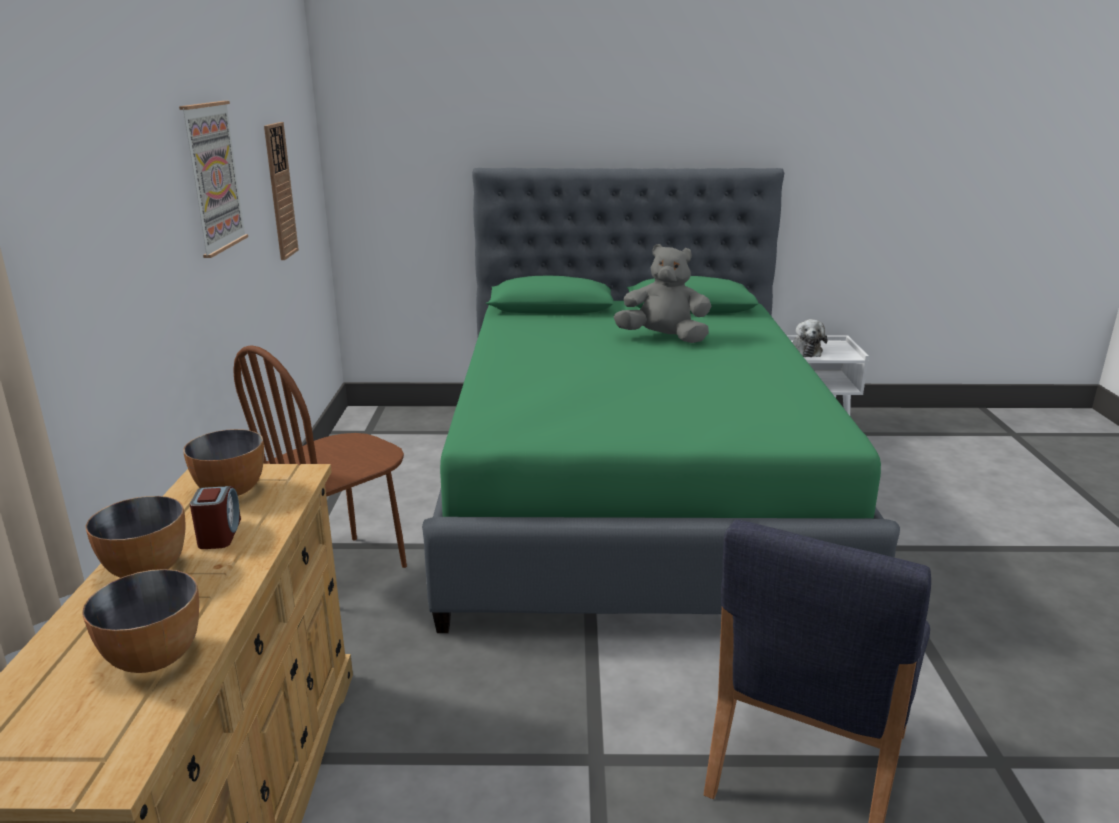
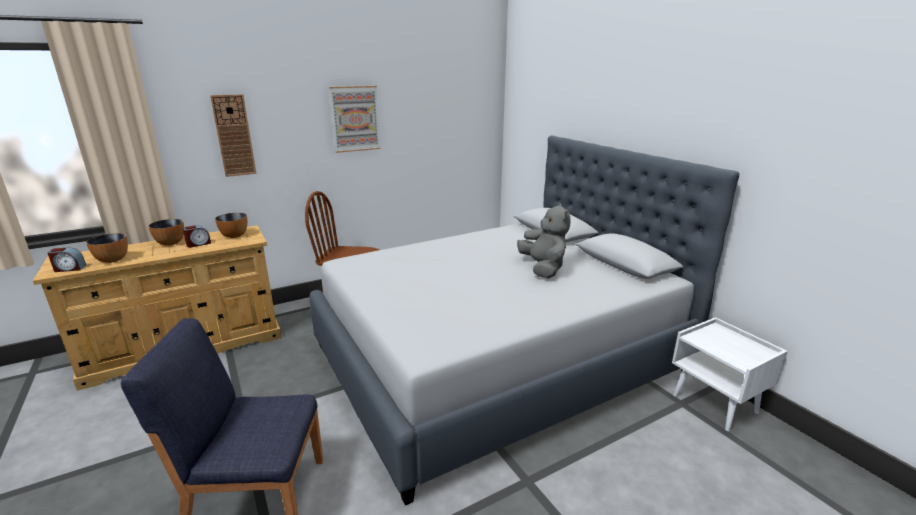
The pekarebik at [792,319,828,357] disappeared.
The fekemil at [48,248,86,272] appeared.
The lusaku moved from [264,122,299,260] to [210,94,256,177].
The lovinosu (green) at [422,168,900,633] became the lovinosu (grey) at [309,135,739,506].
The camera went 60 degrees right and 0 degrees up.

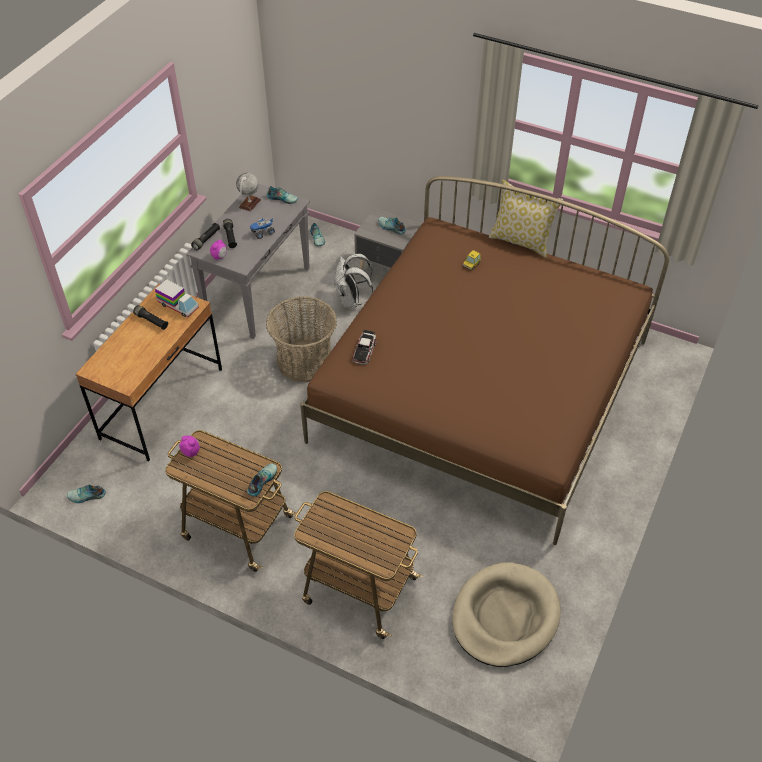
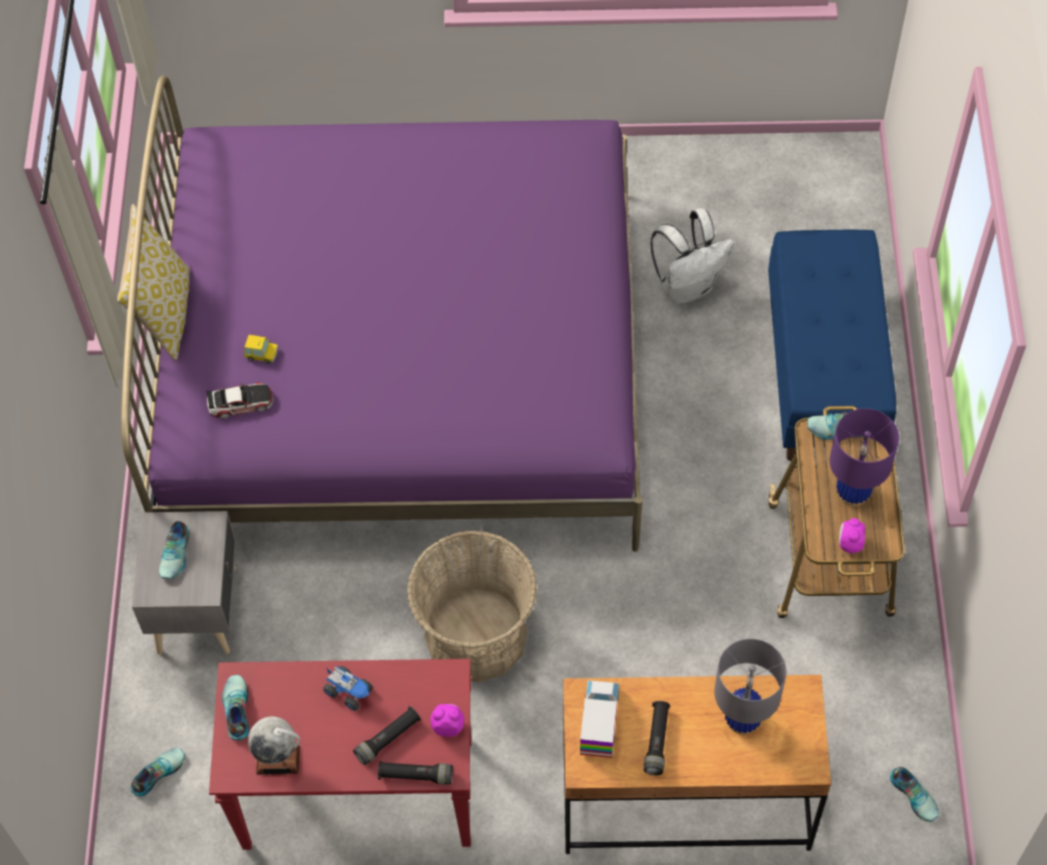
The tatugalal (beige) at [452,562,561,667] disappeared.
The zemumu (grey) at [714,639,786,735] appeared.
The zemumu (purple) at [830,408,899,506] appeared.
The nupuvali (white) moved from [335,254,373,308] to [650,209,734,304].
The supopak moved from [352,330,377,365] to [206,383,273,419].
The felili at [294,491,423,639] was replaced by the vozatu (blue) at [768,229,896,461].
The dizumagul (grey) at [186,184,310,339] became the dizumagul (red) at [209,659,471,850].
The lovinosu (brown) at [300,176,669,545] became the lovinosu (purple) at [121,75,643,552].
The camera went 115 degrees left and 10 degrees up.

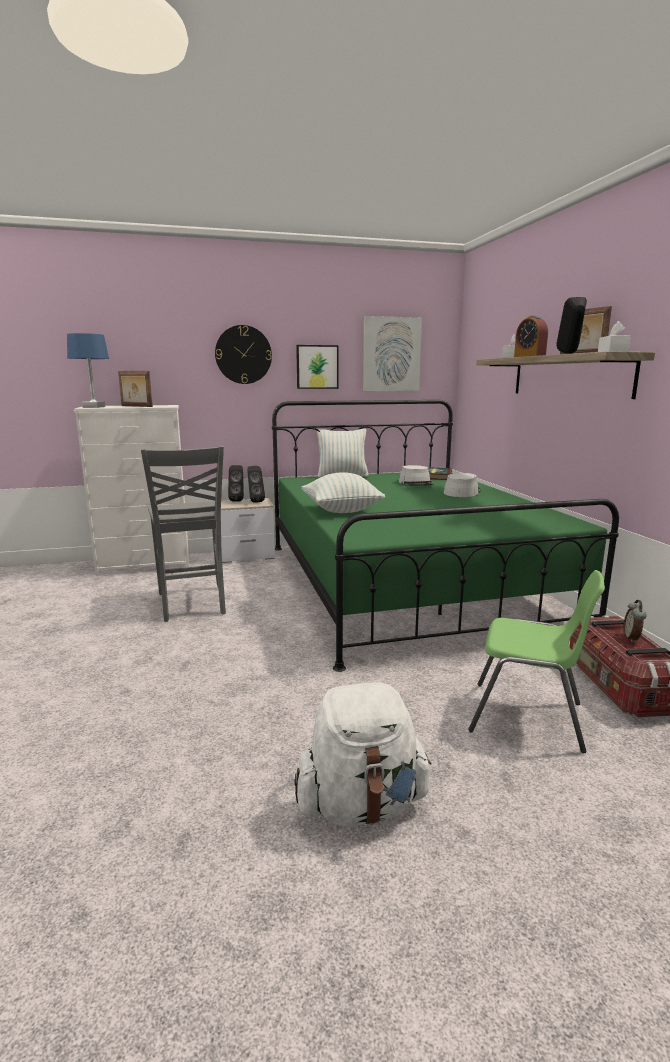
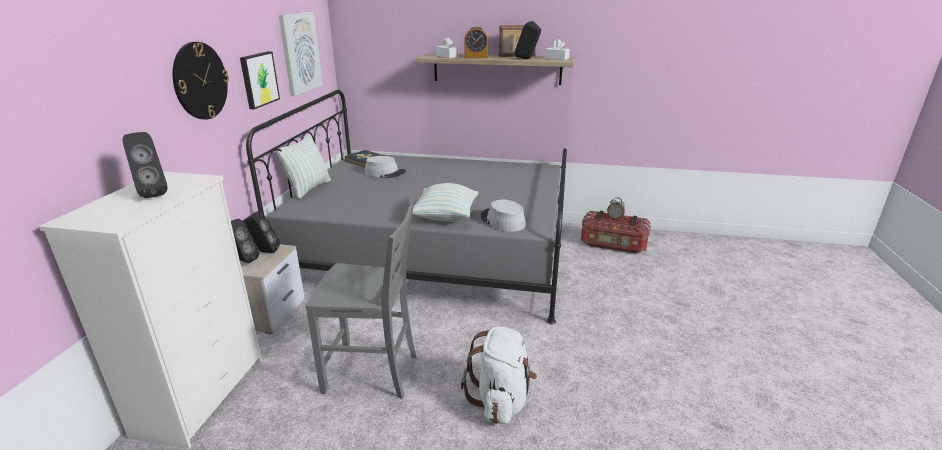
The zemumu (blue) at [67,333,109,408] disappeared.
The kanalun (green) at [468,570,605,753] disappeared.
The nupuvali (white) moved from [294,683,431,826] to [461,327,537,424].
The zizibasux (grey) moved from [444,473,481,497] to [481,199,526,232].
The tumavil at [118,371,153,407] was replaced by the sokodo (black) at [122,132,168,198].
The lovinosu (green) at [272,400,619,672] became the lovinosu (grey) at [246,90,567,324].
The camera went 65 degrees left and 10 degrees up.

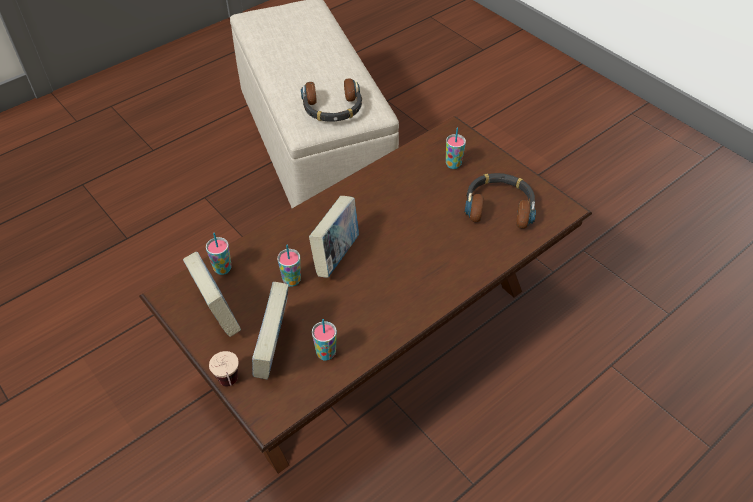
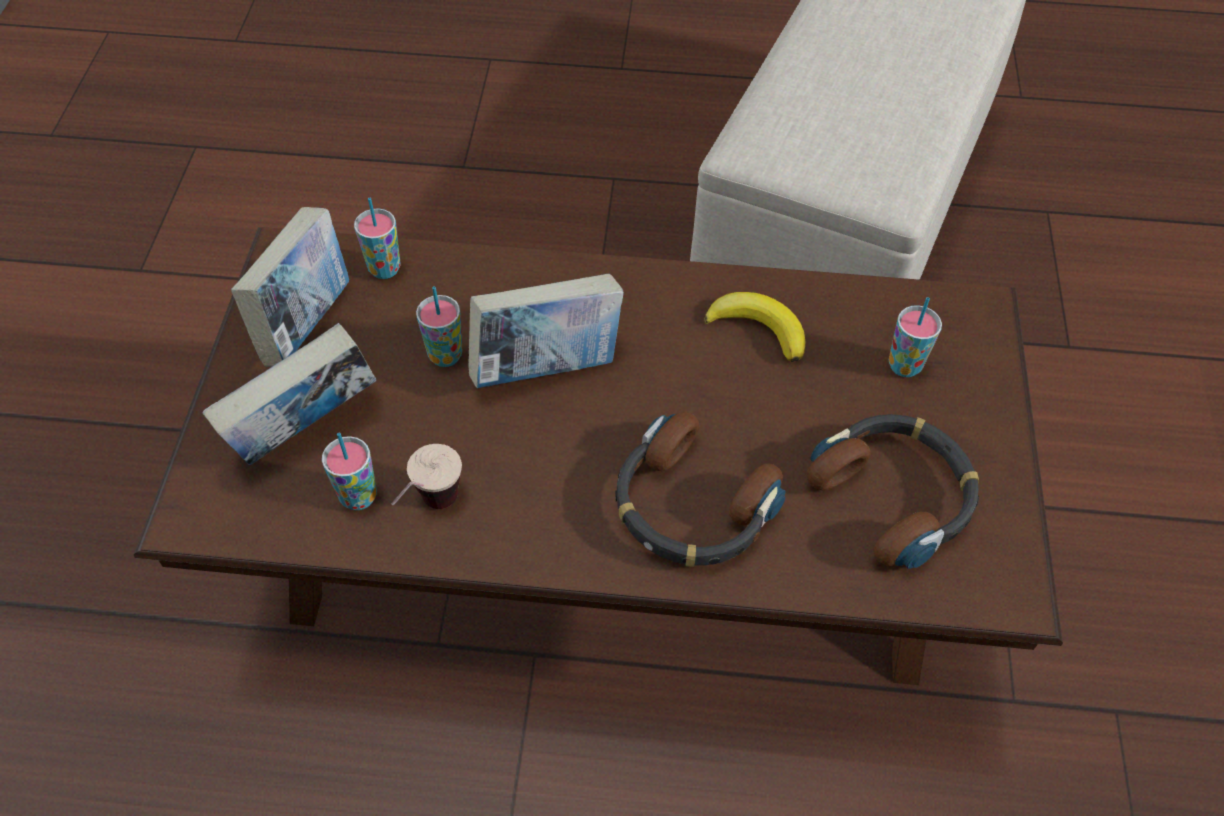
The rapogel at [704,292,805,362] appeared.
The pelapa moved from [209,351,239,386] to [391,444,462,509].
The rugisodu moved from [301,78,362,121] to [615,412,786,567].
The camera went 45 degrees right and 5 degrees up.

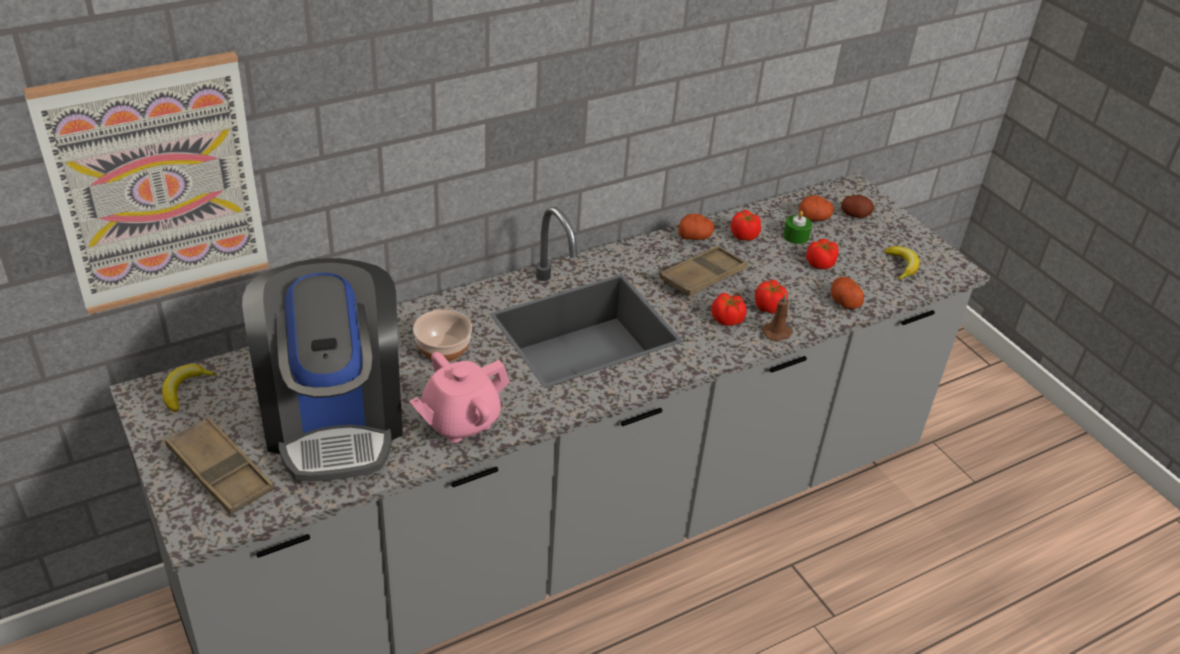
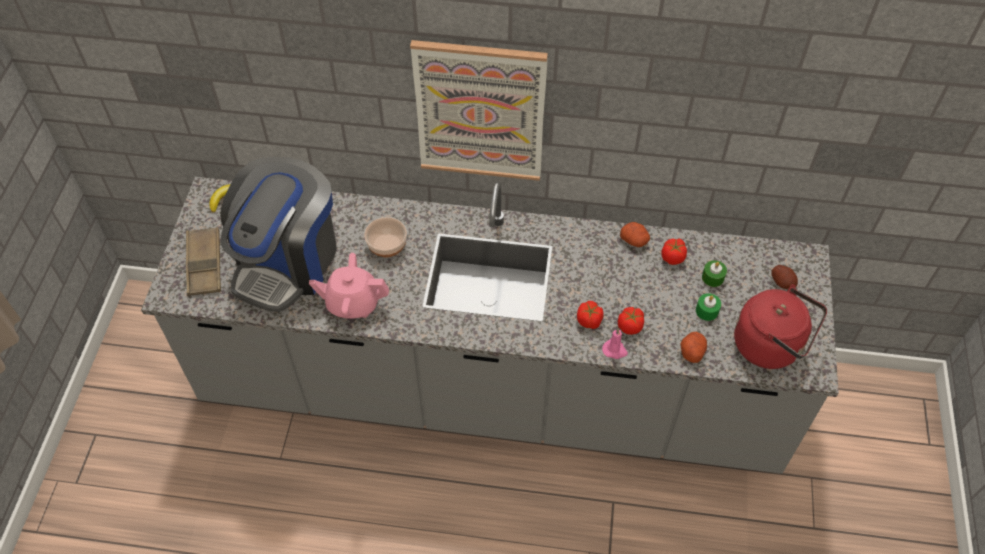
The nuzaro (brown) at [659,245,748,297] disappeared.
The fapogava at [799,195,834,221] disappeared.
The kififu moved from [24,51,269,314] to [410,40,548,181].
The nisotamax at [806,239,839,269] was replaced by the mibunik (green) at [696,293,721,321].
The rapogel at [884,246,919,280] was replaced by the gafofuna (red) at [734,284,827,369].
The mibunik (brown) at [762,293,793,341] became the mibunik (pink) at [602,328,628,359].
The camera went 40 degrees right and 15 degrees up.

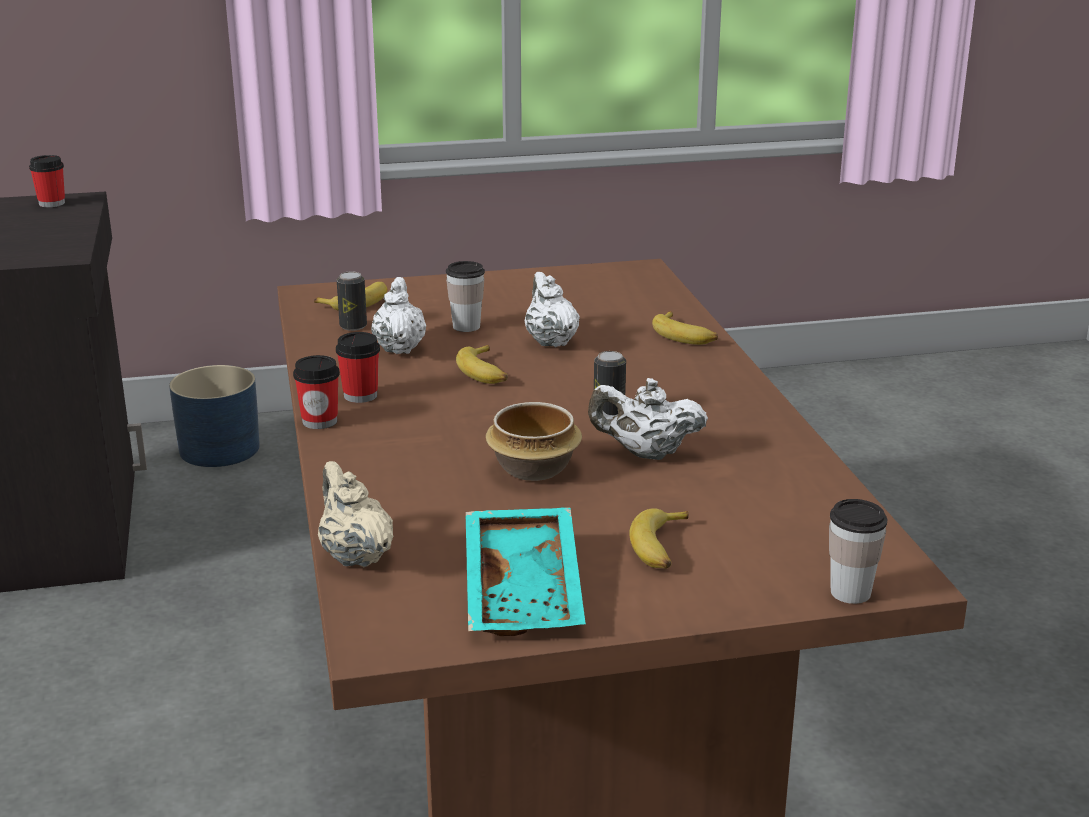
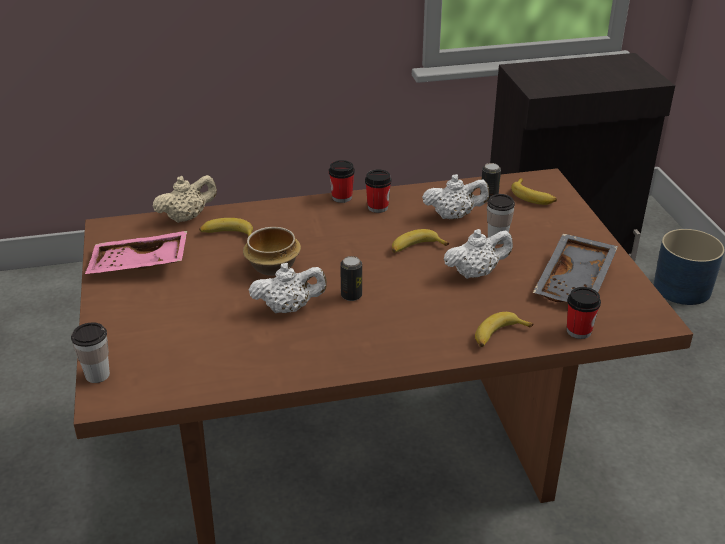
The nuzaro (grey) at [533,234,618,302] appeared.
The pelapa moved from [29,155,65,207] to [567,287,601,339].
The rapogel moved from [629,508,689,568] to [199,218,253,237].
The nuzaro (turquoise) at [465,507,586,636] became the nuzaro (pink) at [85,231,187,274].
The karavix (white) at [588,378,708,460] turned 75 degrees clockwise.
The camera went 90 degrees right and 10 degrees up.

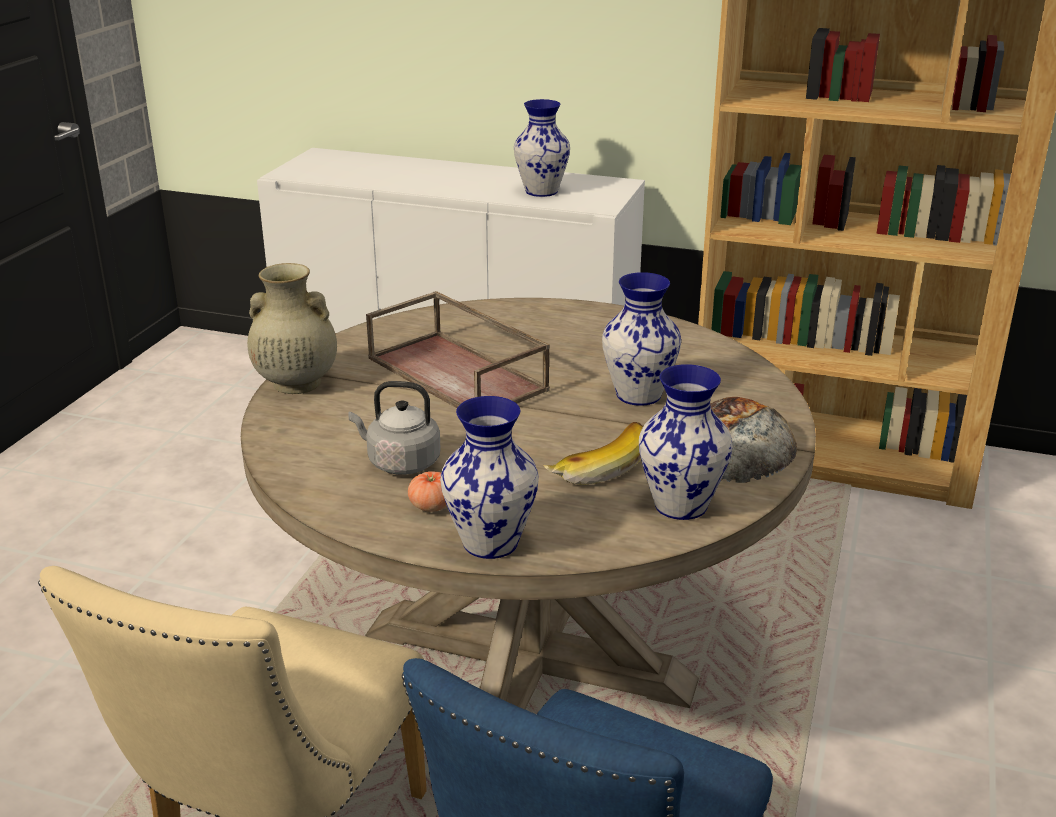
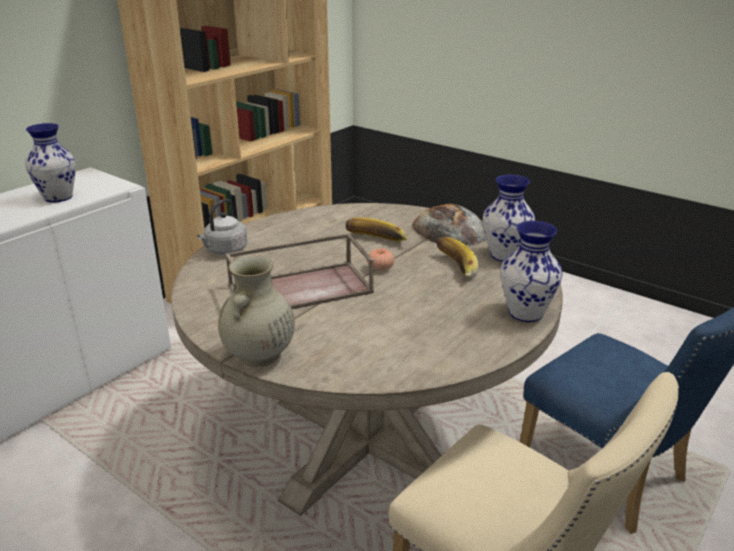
The gafofuna (grey) moved from [348,381,441,475] to [197,199,248,255].
The nisotamax moved from [408,471,447,512] to [367,249,394,271].
The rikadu at [602,272,681,406] was replaced by the rapogel at [346,217,409,241].
The camera went 70 degrees left and 0 degrees up.

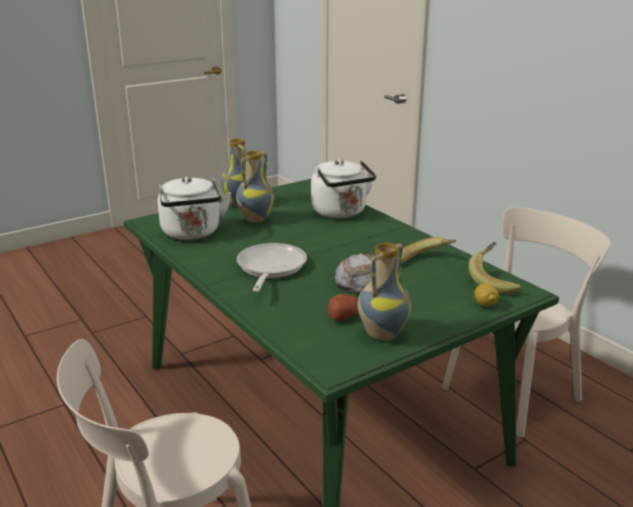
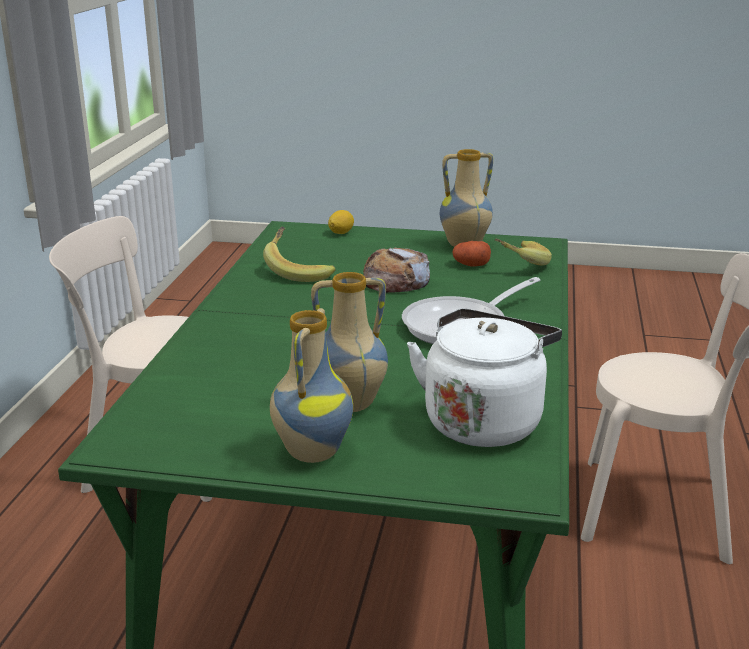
The gafofuna (white) at [311,159,376,218] disappeared.
The rapogel moved from [469,242,521,294] to [494,239,552,265].
The camera went 135 degrees left and 0 degrees up.

